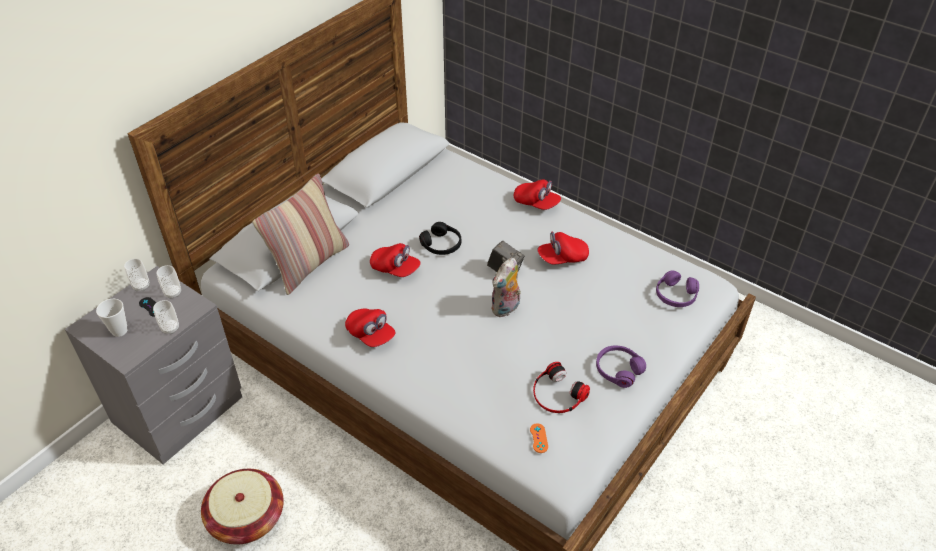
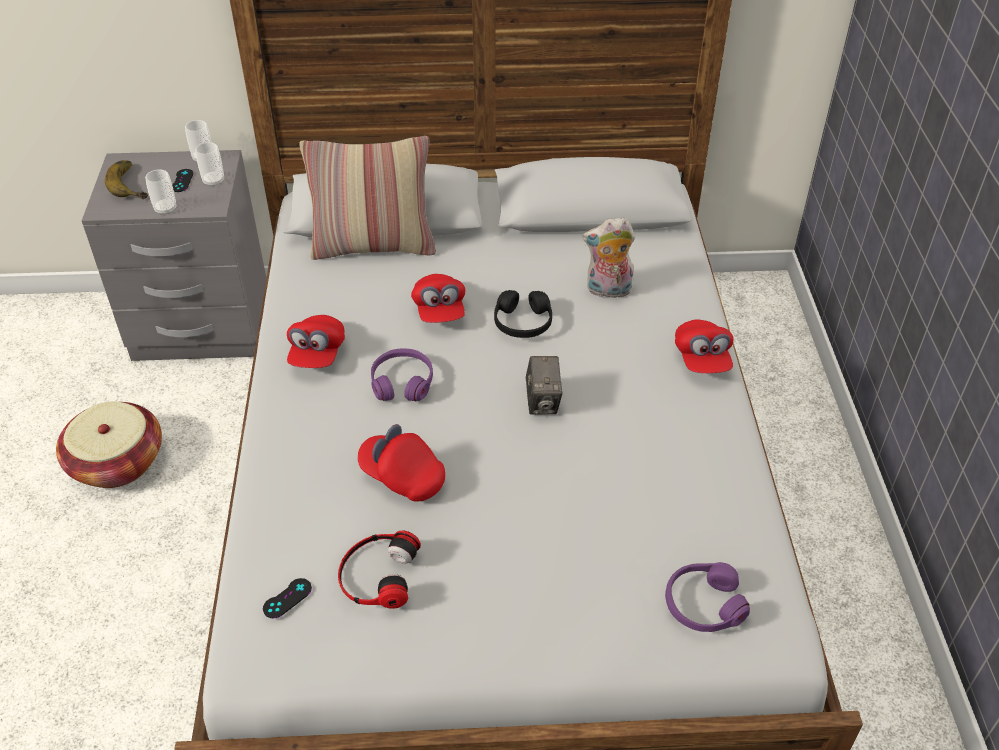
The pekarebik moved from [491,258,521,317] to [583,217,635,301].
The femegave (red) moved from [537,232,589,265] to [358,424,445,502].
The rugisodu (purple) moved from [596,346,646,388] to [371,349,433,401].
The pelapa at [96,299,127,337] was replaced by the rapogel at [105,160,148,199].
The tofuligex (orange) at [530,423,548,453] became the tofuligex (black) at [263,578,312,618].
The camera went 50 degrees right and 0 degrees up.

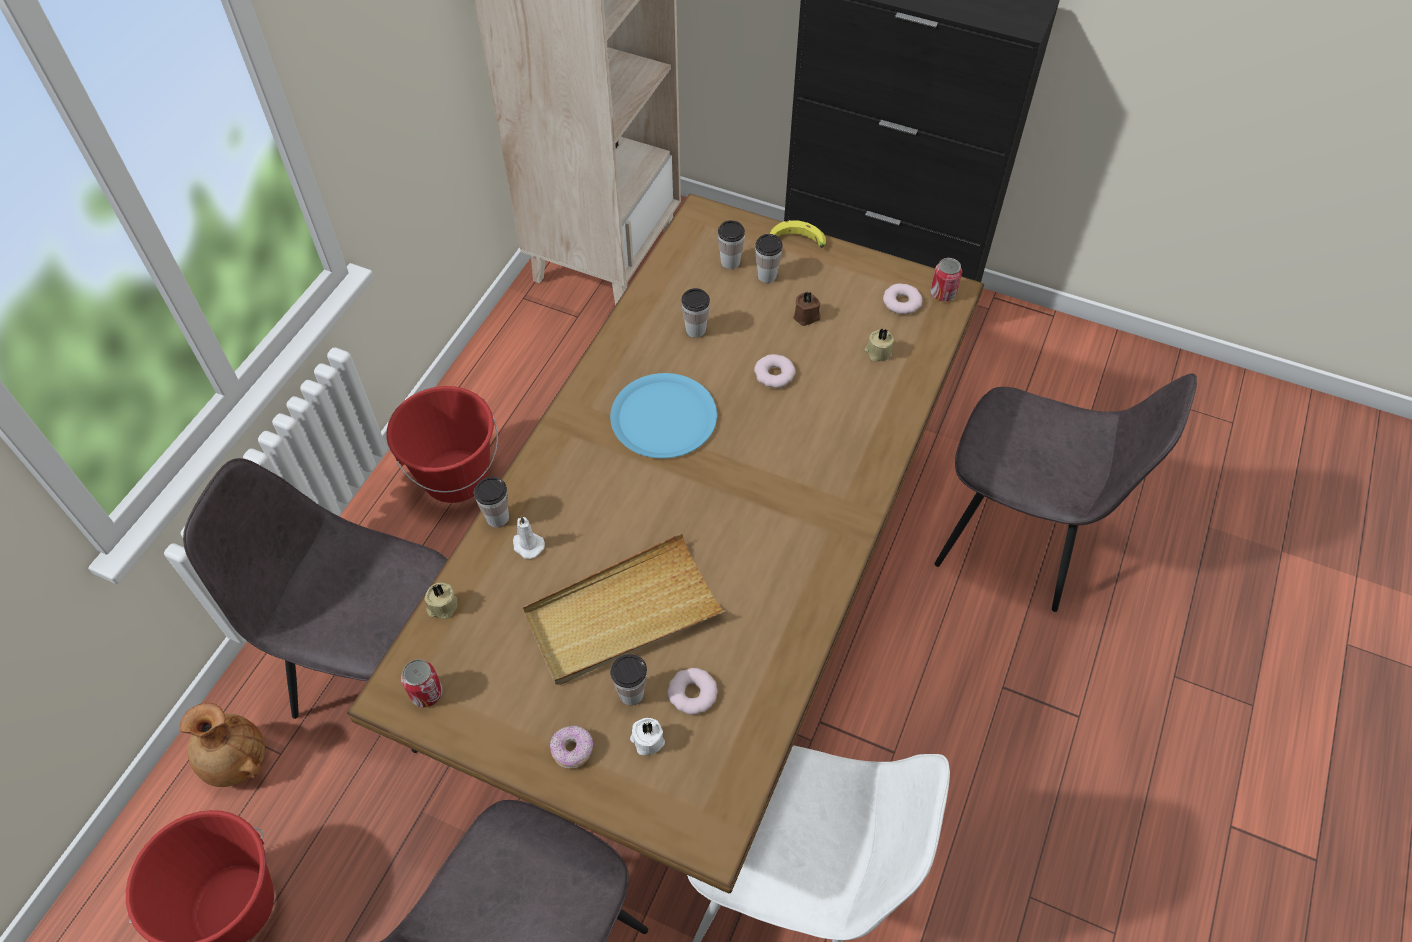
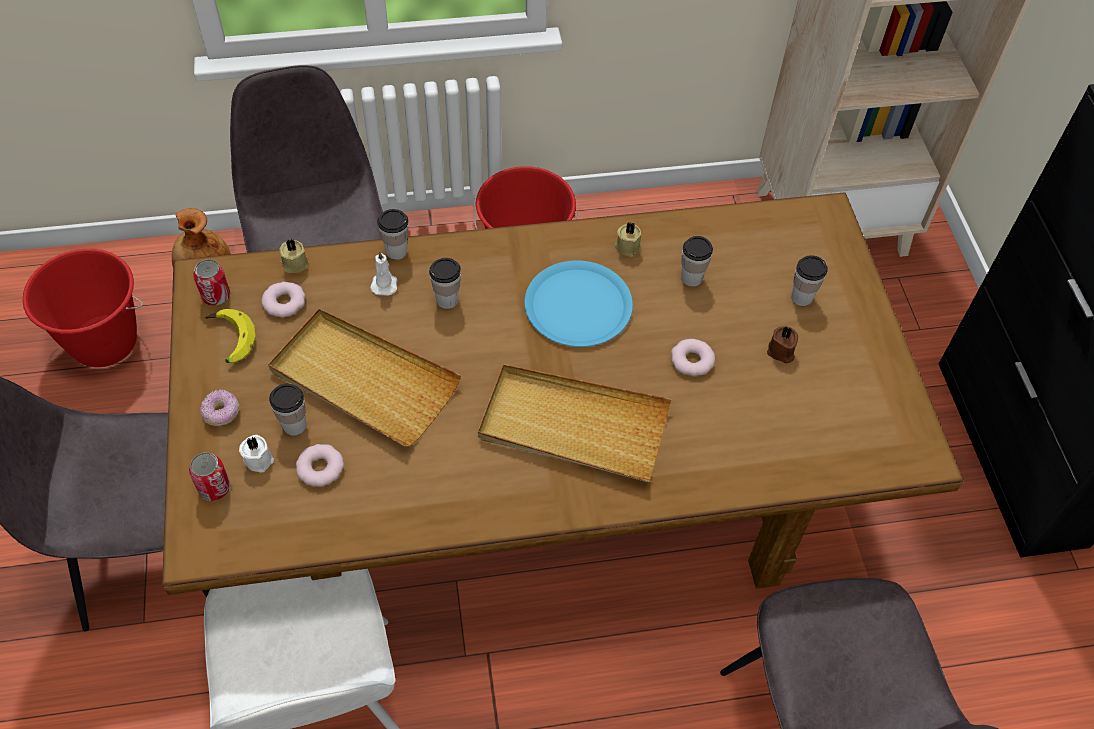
The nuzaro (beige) at [478,364,671,482] appeared.
The pelapa moved from [718,220,745,269] to [429,258,461,309].
The rapogel moved from [770,220,826,248] to [204,309,255,363].
The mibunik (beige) moved from [865,328,894,361] to [615,222,641,257].
The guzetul moved from [883,284,923,314] to [261,282,305,318].
The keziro moved from [930,258,962,302] to [189,452,230,501].
The camera went 55 degrees right and 0 degrees up.

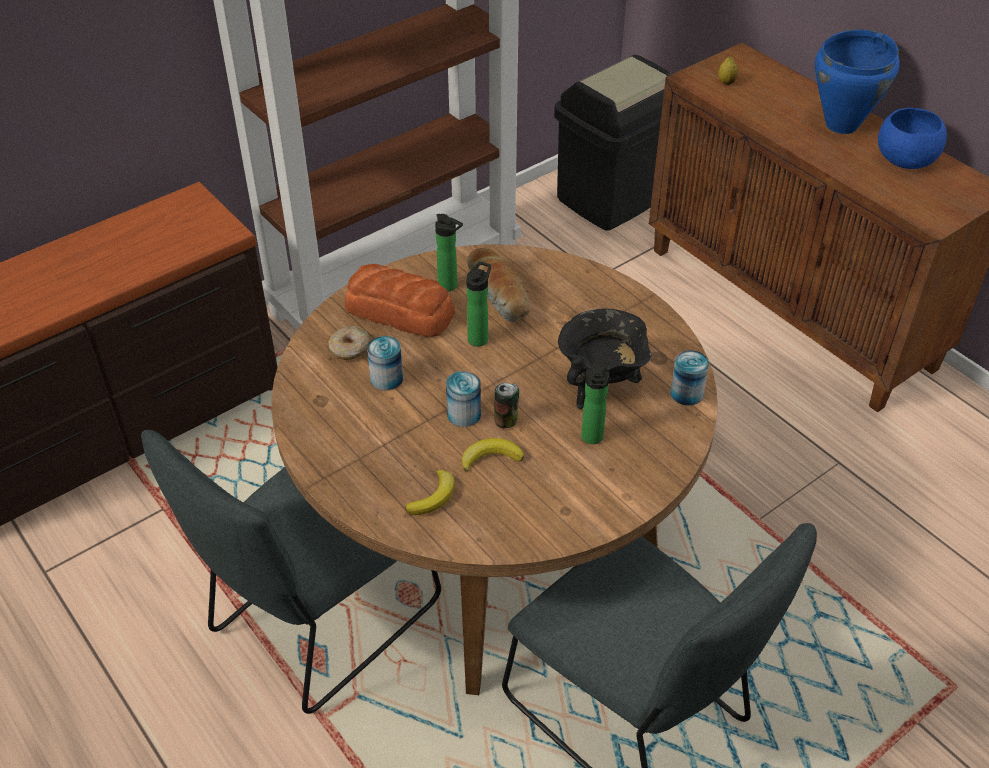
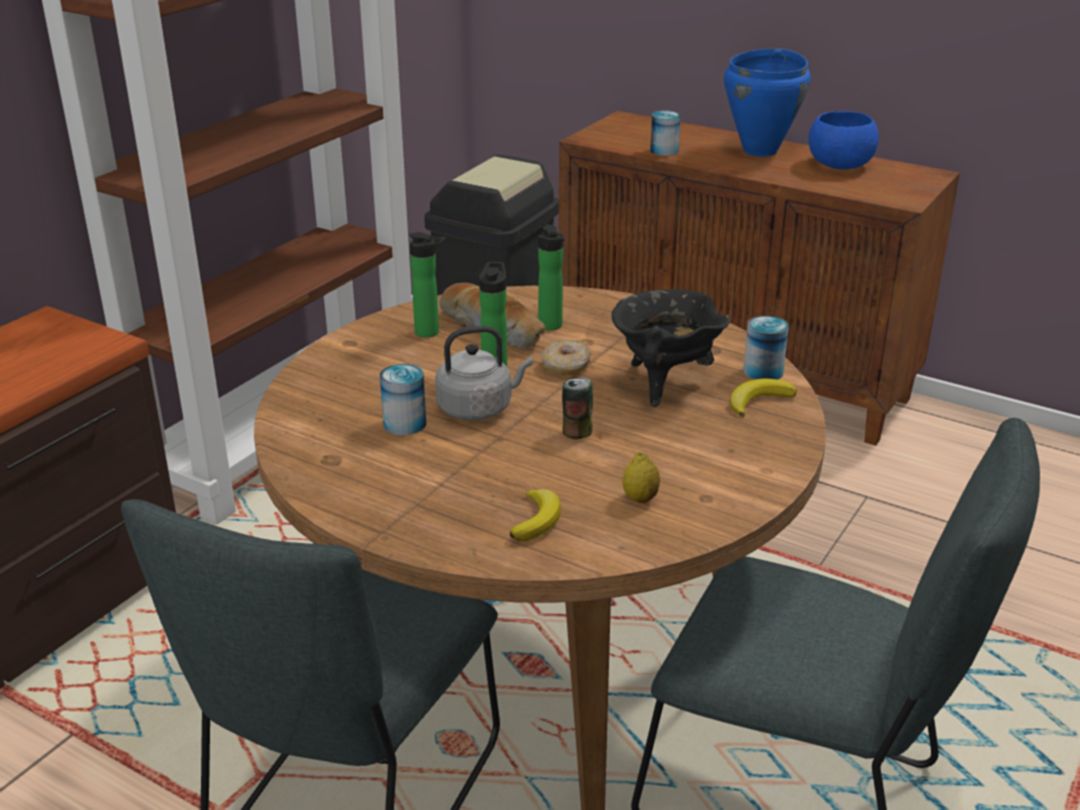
The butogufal at [345,264,455,337] disappeared.
The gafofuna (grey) at [435,326,533,421] appeared.
The guzetul moved from [328,326,370,360] to [541,339,591,375].
The keziro moved from [446,371,481,427] to [650,111,680,156].
The rapogel moved from [462,438,524,472] to [730,378,797,417].
The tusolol moved from [581,360,610,444] to [538,224,564,330].
The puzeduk moved from [718,56,738,85] to [622,452,660,503].
The camera went 20 degrees left and 15 degrees down.

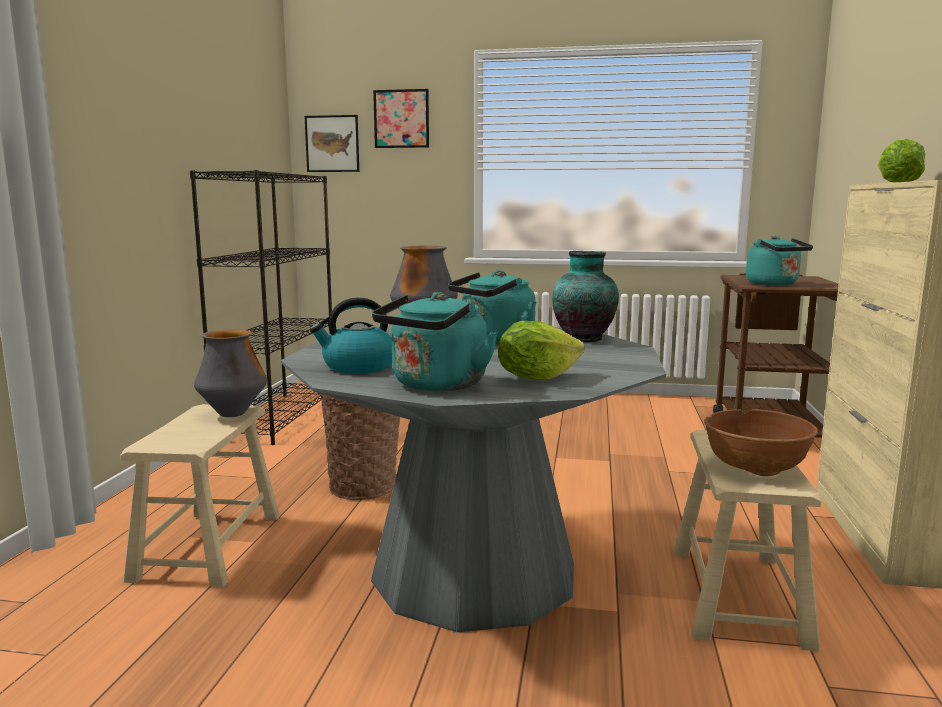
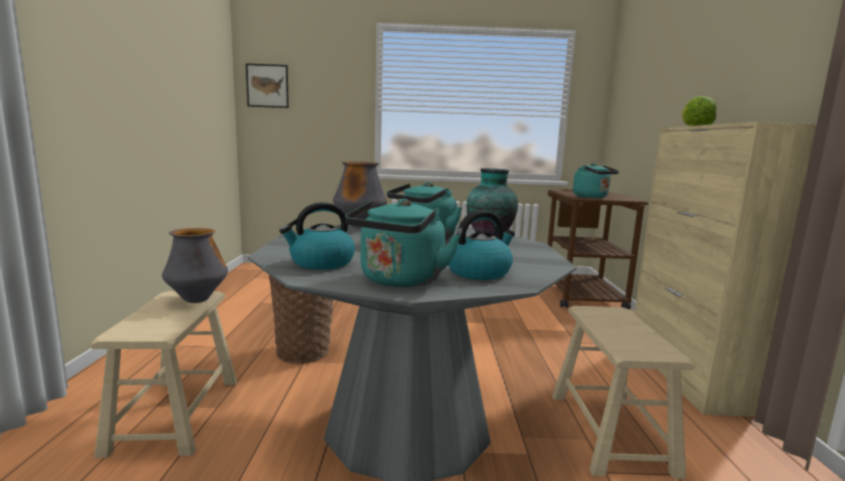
The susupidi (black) at [190,170,332,445] disappeared.
The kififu at [373,89,429,148] disappeared.
The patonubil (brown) at [704,409,818,476] disappeared.
The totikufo at [498,321,585,381] was replaced by the gafofuna at [448,210,515,280].
The camera went 10 degrees left and 0 degrees up.

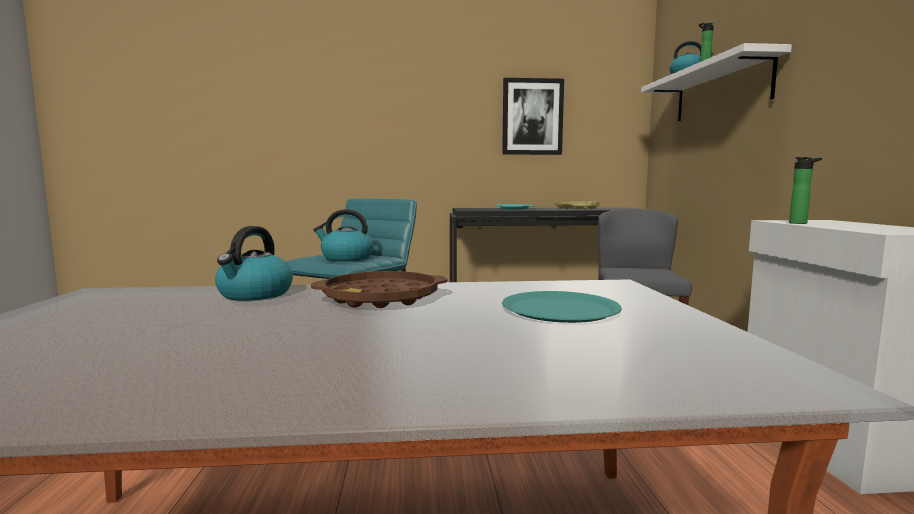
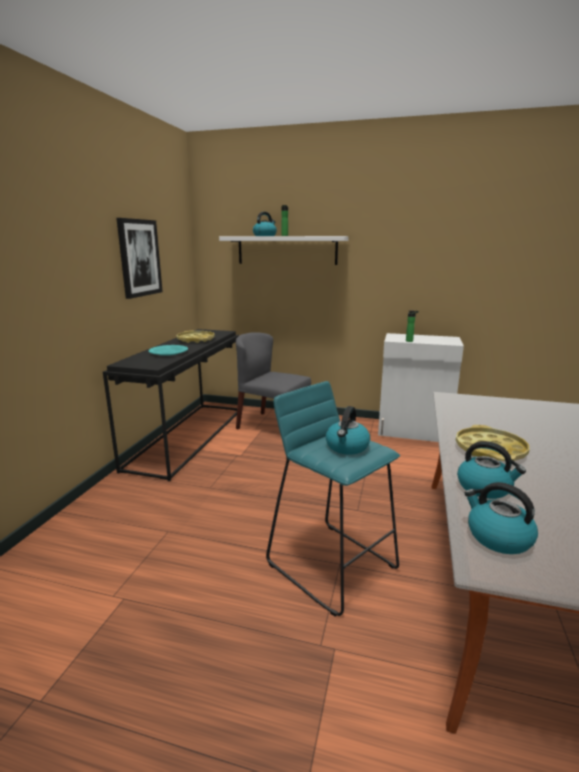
The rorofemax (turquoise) at [502,291,622,323] disappeared.
The gafofuna at [465,482,538,554] appeared.
The nuzaro (brown) at [311,271,447,308] became the nuzaro (yellow) at [456,425,530,461].
The camera went 70 degrees left and 10 degrees up.

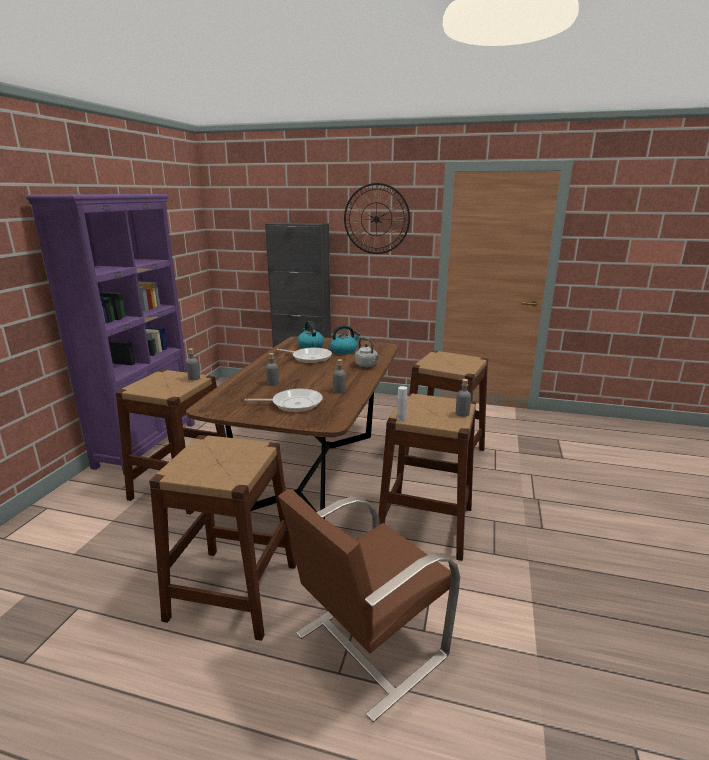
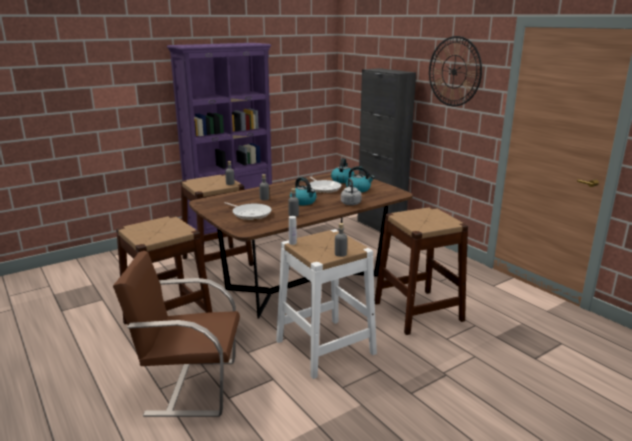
The gafofuna at [290,177,317,205] appeared.
The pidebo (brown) at [378,393,476,561] became the pidebo (white) at [276,229,377,379].
The camera went 40 degrees right and 0 degrees up.

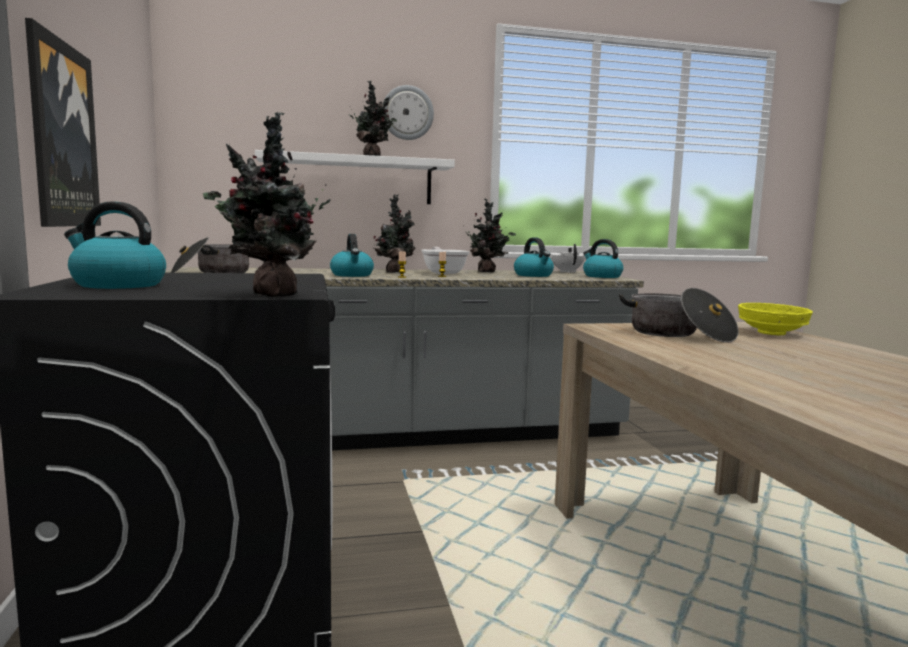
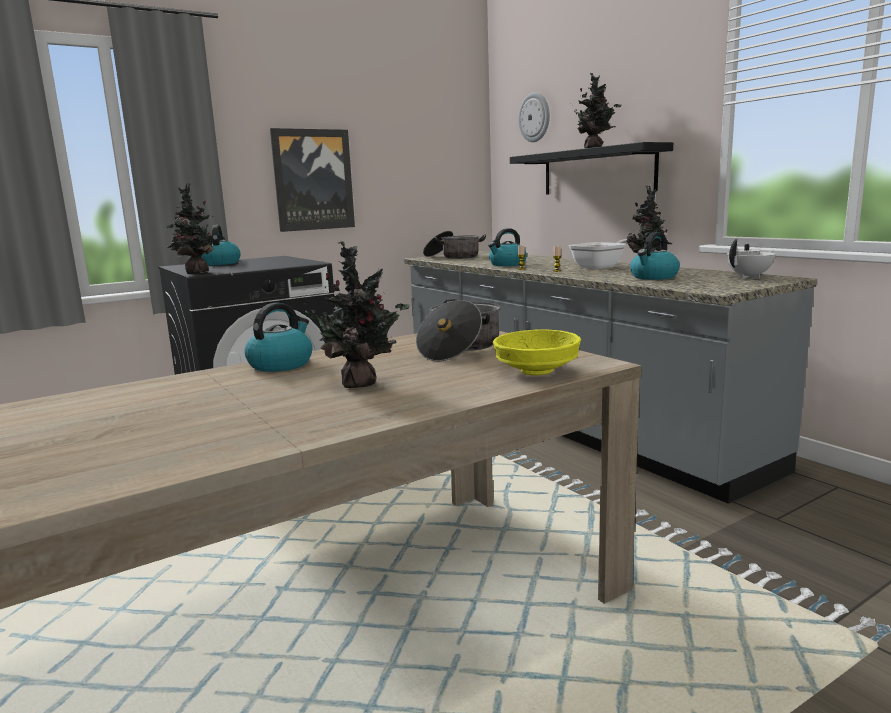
The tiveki moved from [374,195,415,273] to [300,241,410,388].
The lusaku moved from [383,85,434,140] to [518,92,550,142].
The gafofuna moved from [583,239,623,278] to [244,303,313,372].
The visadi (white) at [255,150,455,204] became the visadi (black) at [510,142,673,195].
The camera went 70 degrees right and 5 degrees up.

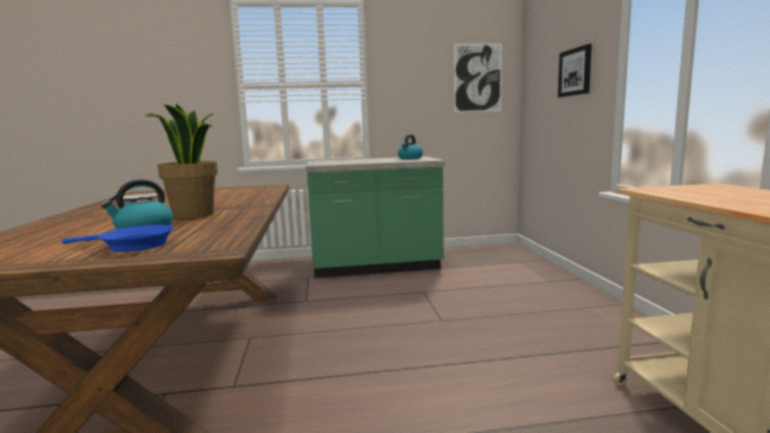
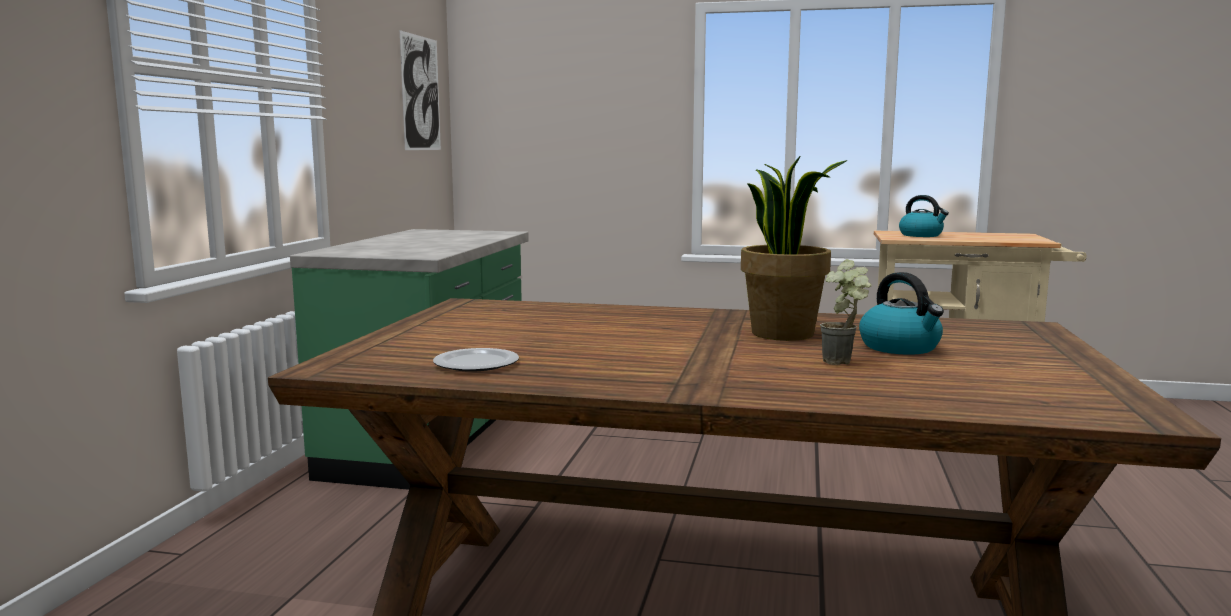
The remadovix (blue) at [62,225,173,252] disappeared.
The kififu at [558,44,592,98] disappeared.
The tiveki at [820,259,872,365] appeared.
The gafofuna moved from [398,134,423,159] to [899,195,949,237].
The camera went 70 degrees left and 0 degrees up.

